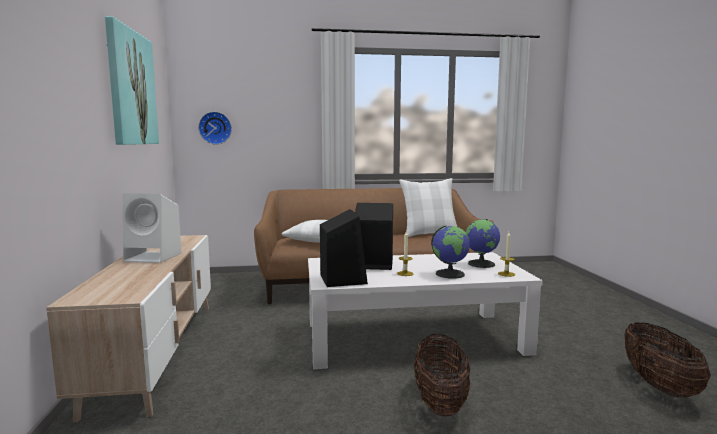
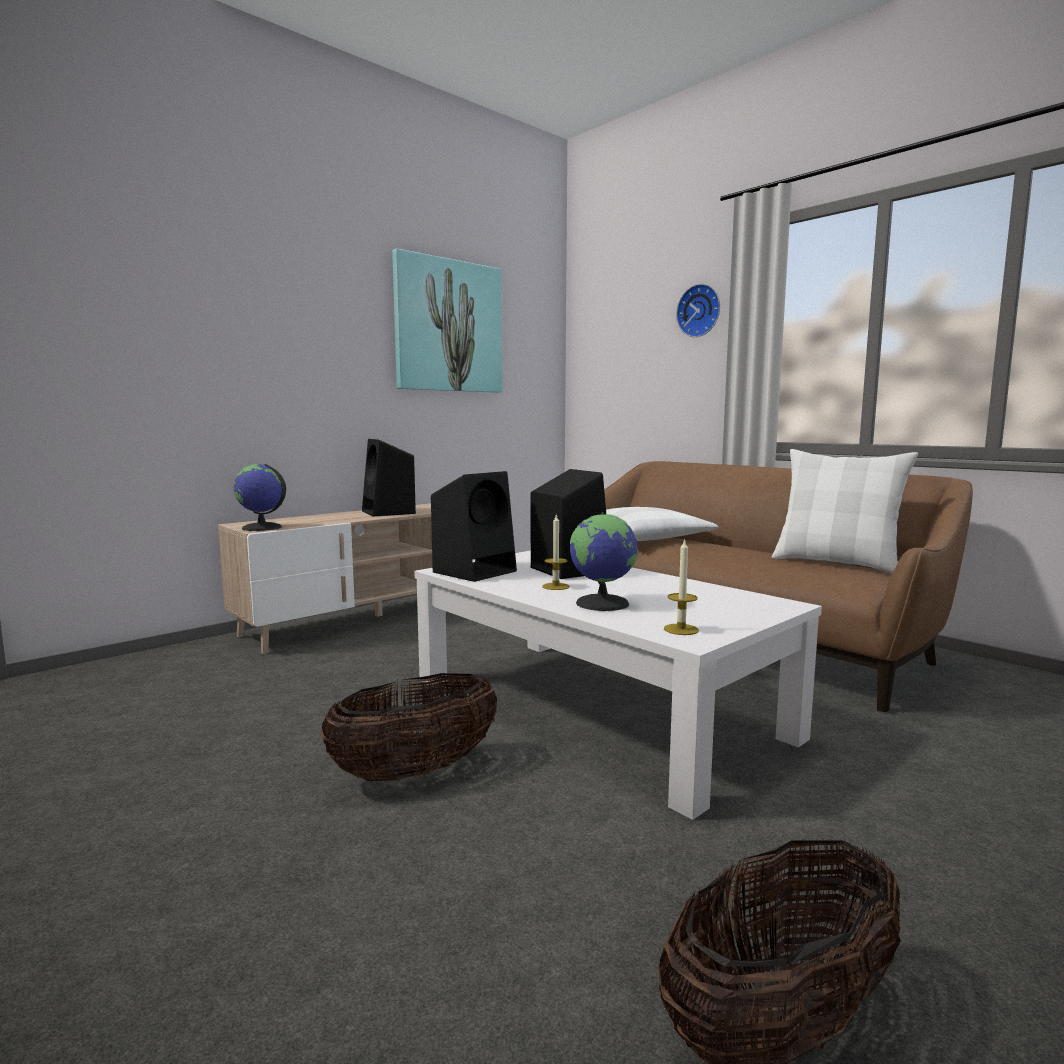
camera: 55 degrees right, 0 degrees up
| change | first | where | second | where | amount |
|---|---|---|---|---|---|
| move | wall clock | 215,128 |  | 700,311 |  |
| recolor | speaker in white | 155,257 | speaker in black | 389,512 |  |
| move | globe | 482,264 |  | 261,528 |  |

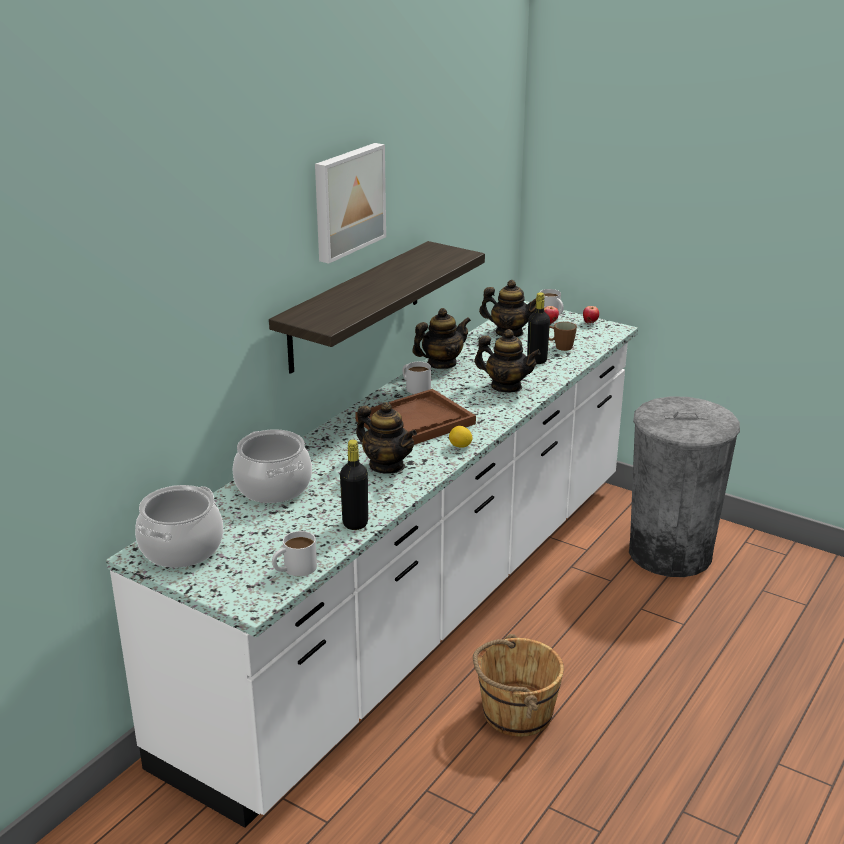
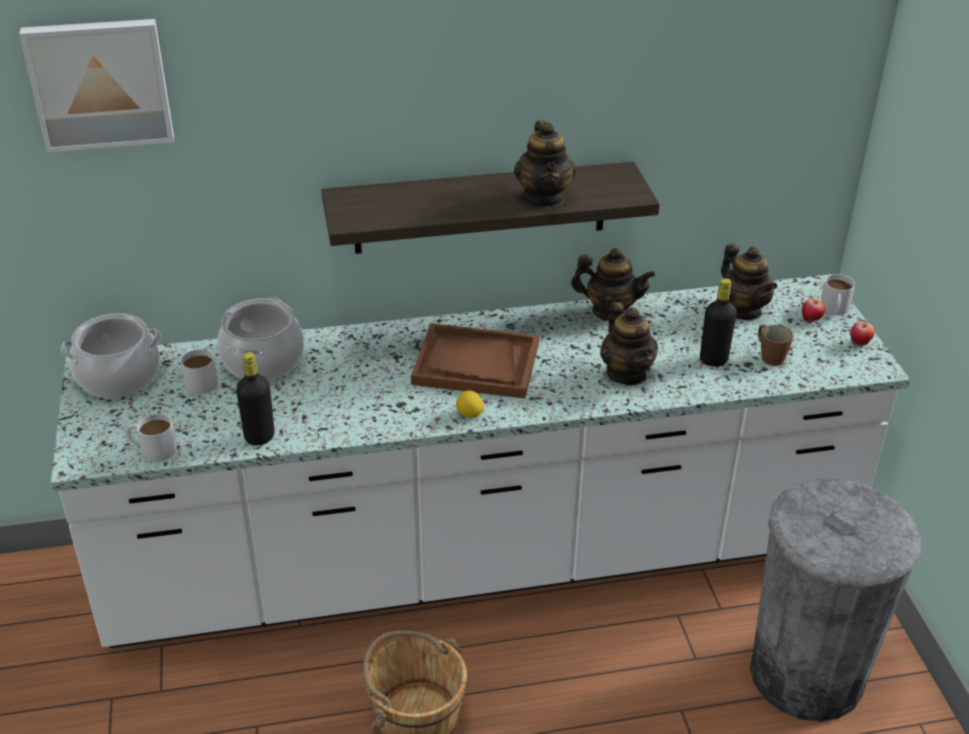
camera: 45 degrees right, 10 degrees up
| change | first | where | second | where | amount |
|---|---|---|---|---|---|
| move | picture | 347,201 |  | 100,83 |  |
| move | mug in white | 415,387 |  | 203,380 |  |
| move | teapot | 387,466 |  | 544,197 |  |

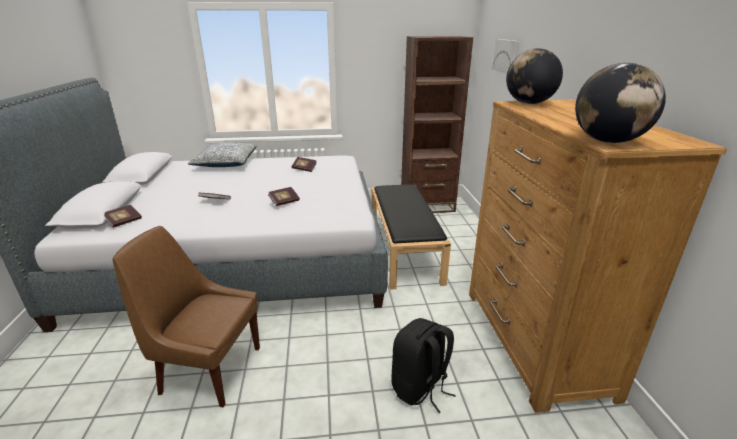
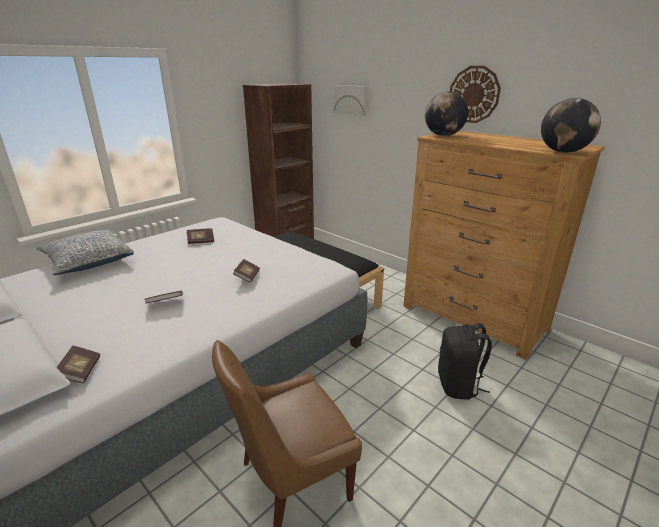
camera: 40 degrees left, 0 degrees up
| change | first | where | second | where | amount |
|---|---|---|---|---|---|
| insert |  |  | wall clock | 474,94 |  |

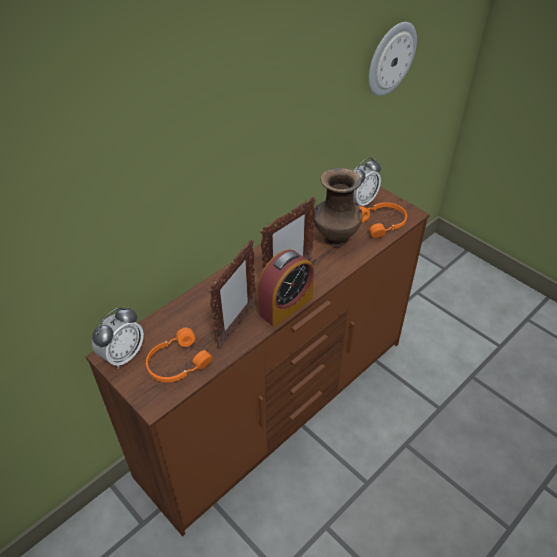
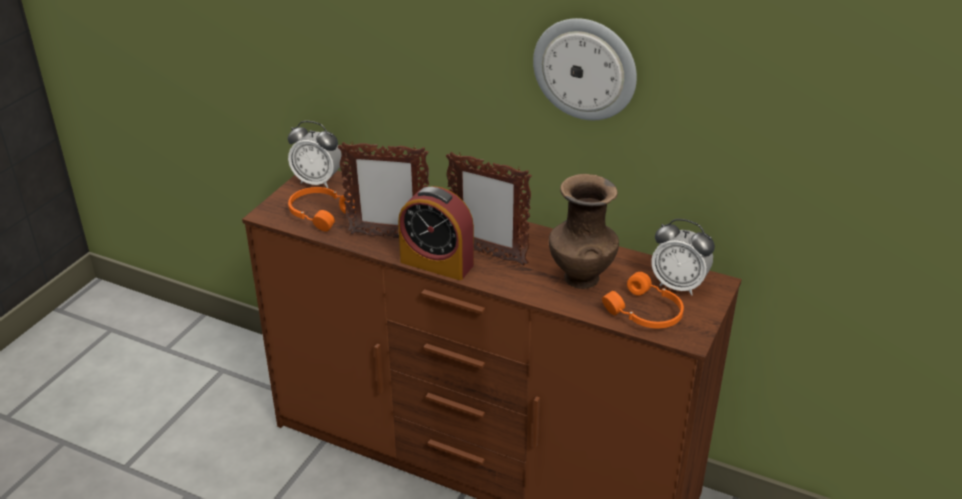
camera: 70 degrees right, 10 degrees down
| change | first | where | second | where | amount |
|---|---|---|---|---|---|
| move | wall clock | 390,59 |  | 585,68 |  |

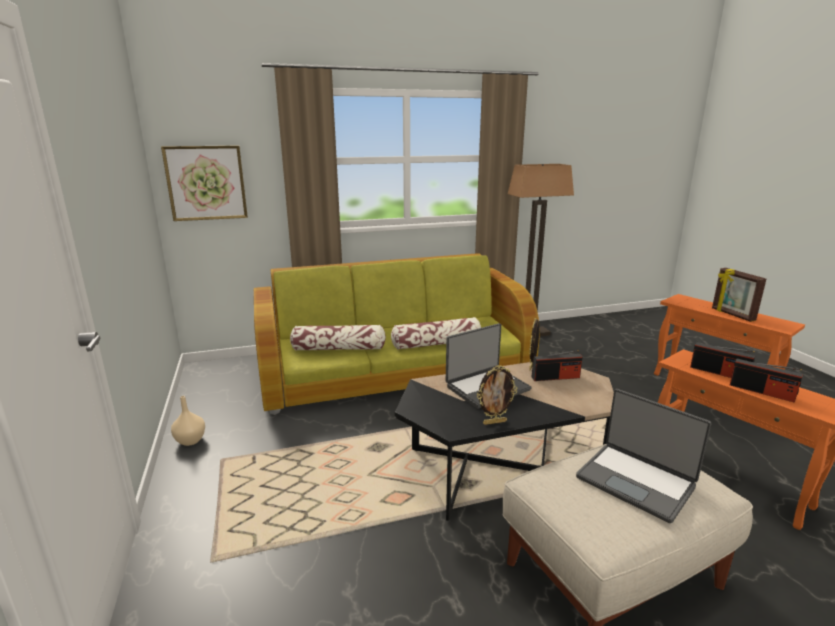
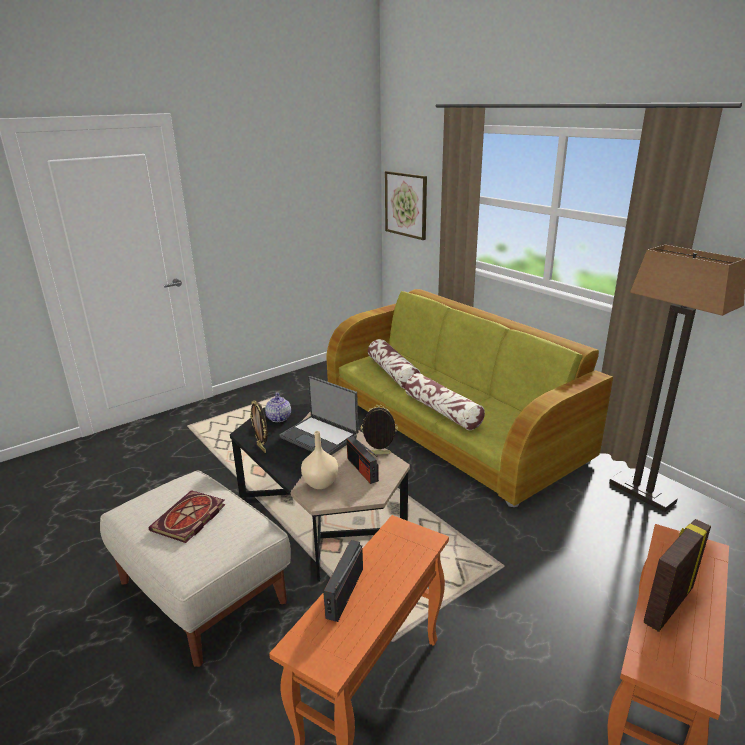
camera: 70 degrees right, 5 degrees up
| change | first | where | second | where | amount |
|---|---|---|---|---|---|
| delete | radio | 719,373 |  |  |  |
| replace | laptop | 636,481 | book | 189,519 |  |
| move | vase in beige | 190,440 |  | 321,483 |  |
| insert |  |  | teapot | 278,418 |  |

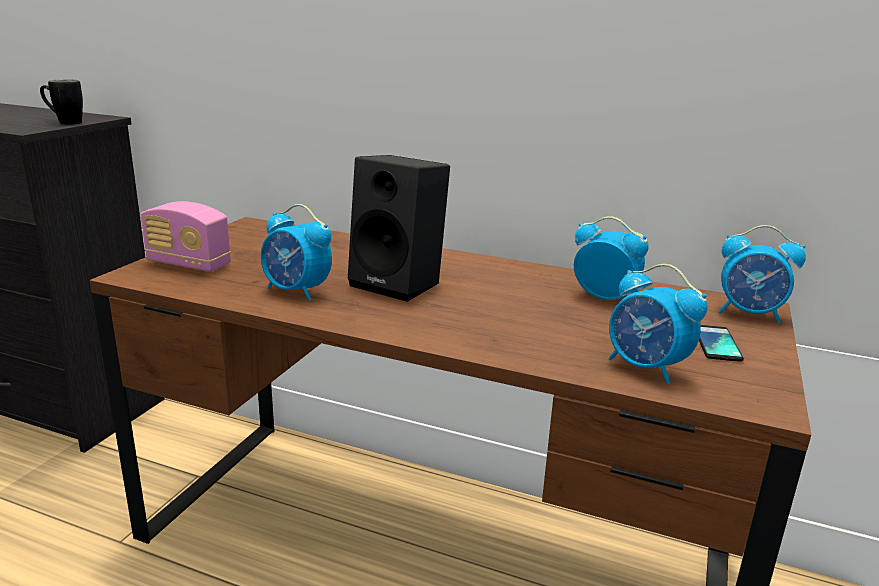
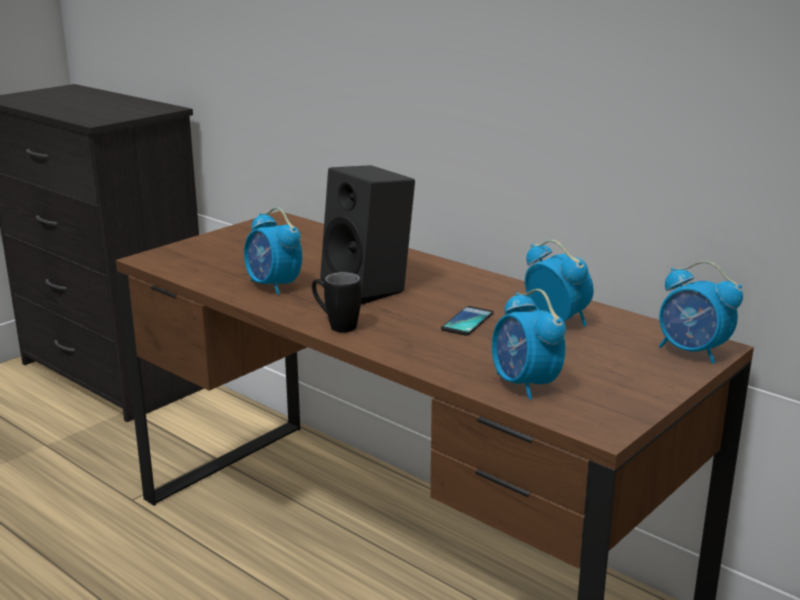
camera: 20 degrees right, 0 degrees up
| change | first | where | second | where | amount |
|---|---|---|---|---|---|
| move | mug in black | 64,122 |  | 336,325 |  |
| delete | radio | 188,264 |  |  |  |
| move | phone | 716,344 |  | 467,322 |  |

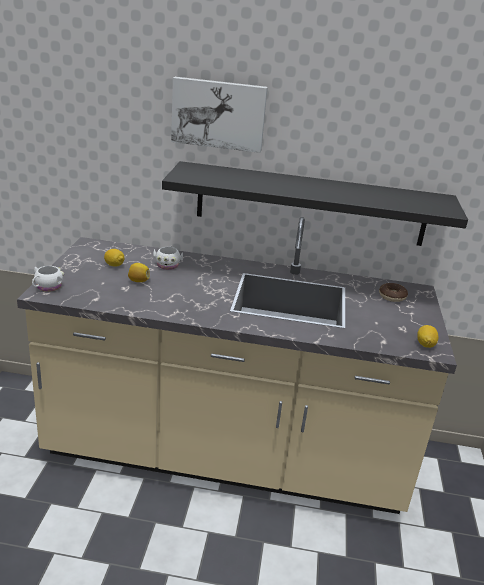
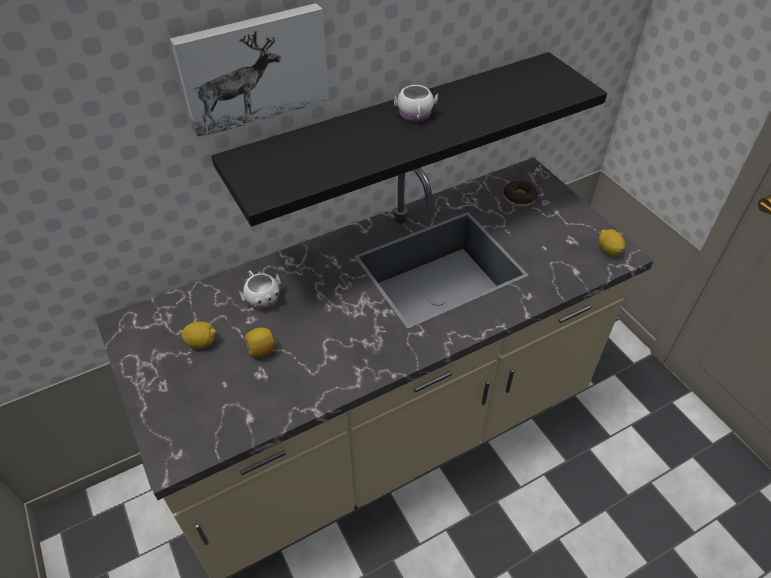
camera: 35 degrees left, 20 degrees up
| change | first | where | second | where | amount |
|---|---|---|---|---|---|
| move | mug in white | 47,287 |  | 415,116 |  |

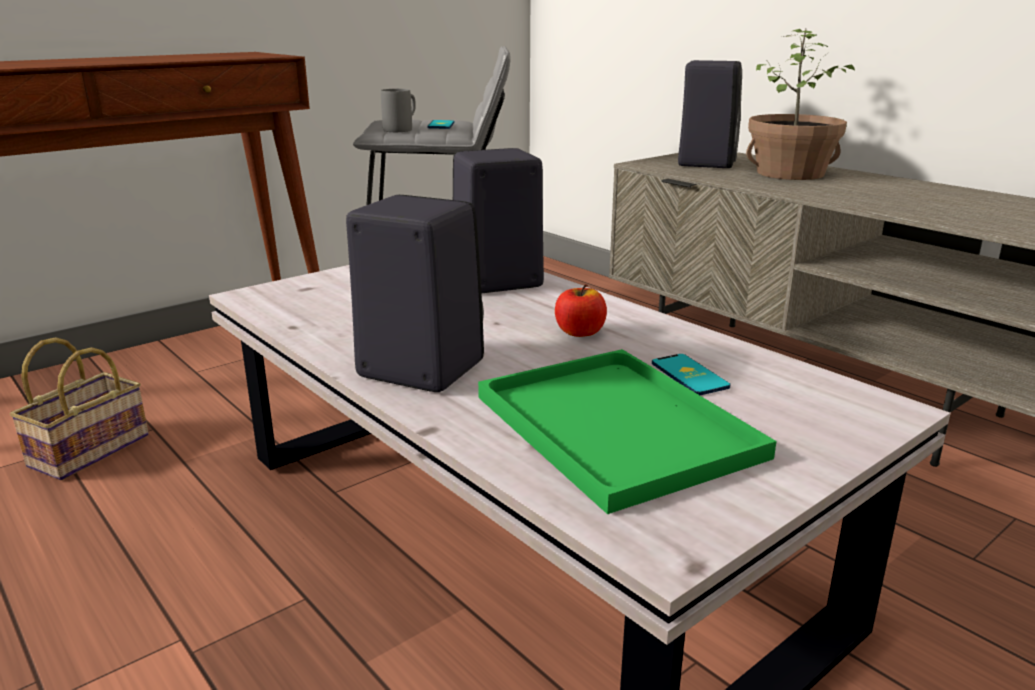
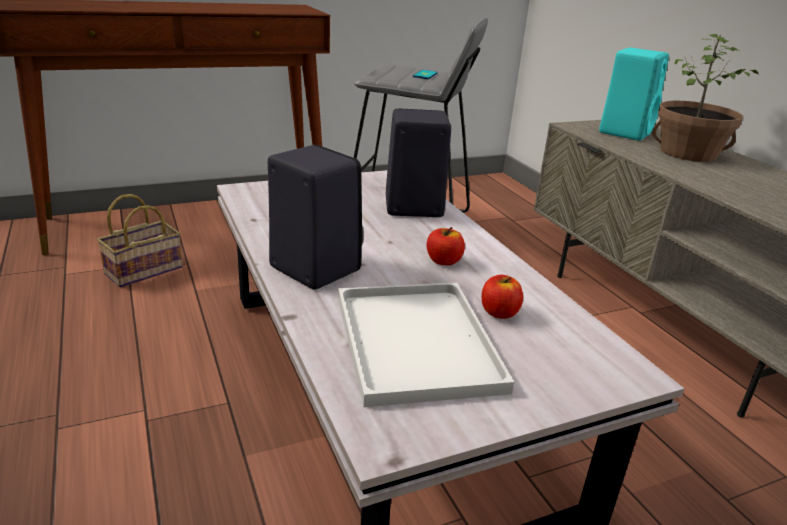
camera: 15 degrees right, 5 degrees up
| change | first | where | second | where | amount |
|---|---|---|---|---|---|
| recolor | speaker in black | 706,162 | speaker in turquoise | 625,132 |  |
| delete | mug in grey | 402,129 |  |  |  |
| recolor | tray in green | 621,427 | tray in white | 419,344 |  |
| replace | phone | 689,375 | apple | 499,312 |  |

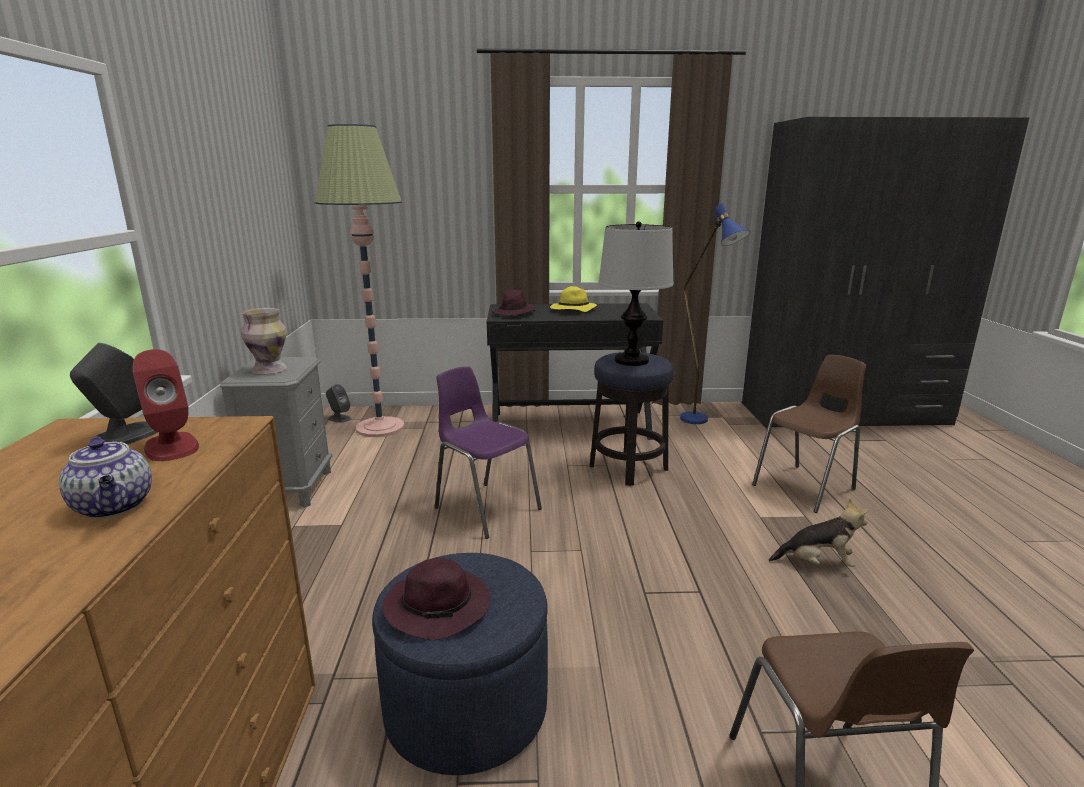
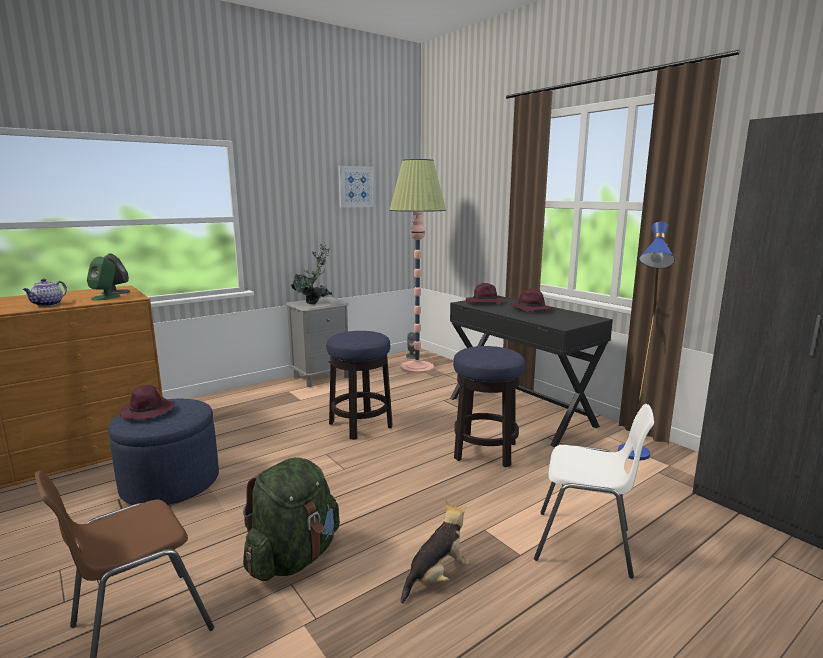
camera: 55 degrees right, 5 degrees down
| change | first | where | second | where | amount |
|---|---|---|---|---|---|
| delete | table lamp | 632,361 |  |  |  |
| recolor | hat in yellow | 572,310 | hat in purple | 530,309 |  |
| replace | vase | 270,370 | potted plant | 314,302 |  |
| recolor | speaker in red | 171,447 | speaker in green | 106,297 |  |
| recolor | chair in brown | 806,487 | chair in white | 585,544 |  |
| replace | chair in purple | 485,508 | stool | 360,425 |  |
| rotate | plush toy | 817,563 |  | 436,577 | 105 degrees counterclockwise |
| insert |  |  | picture | 356,186 |  |
| insert |  |  | backpack in green | 294,557 |  |

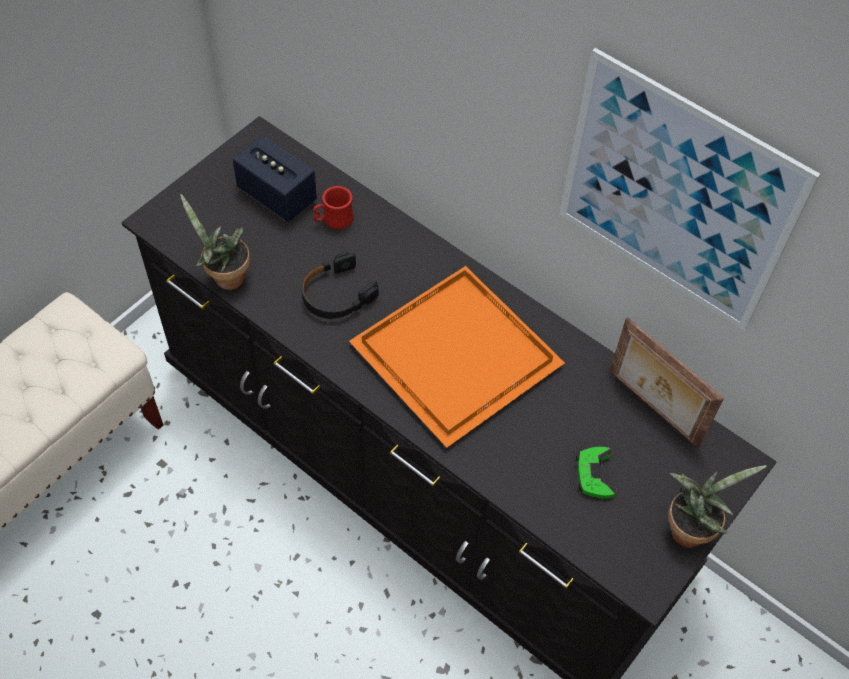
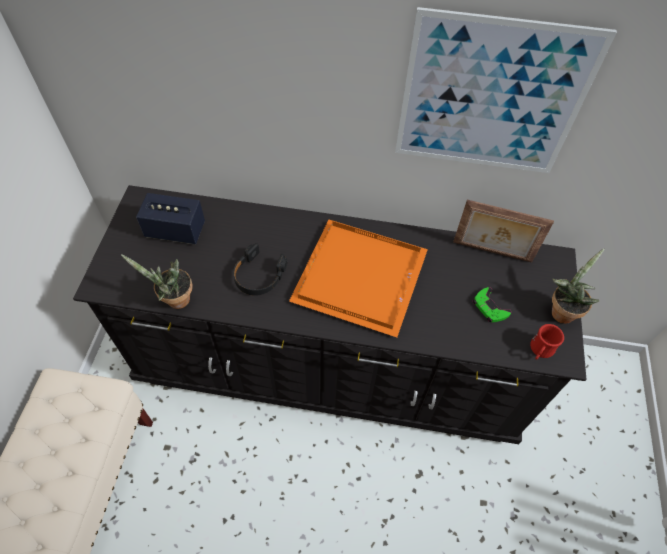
camera: 30 degrees left, 0 degrees up
| change | first | where | second | where | amount |
|---|---|---|---|---|---|
| move | mug in red | 333,220 |  | 540,350 |  |

